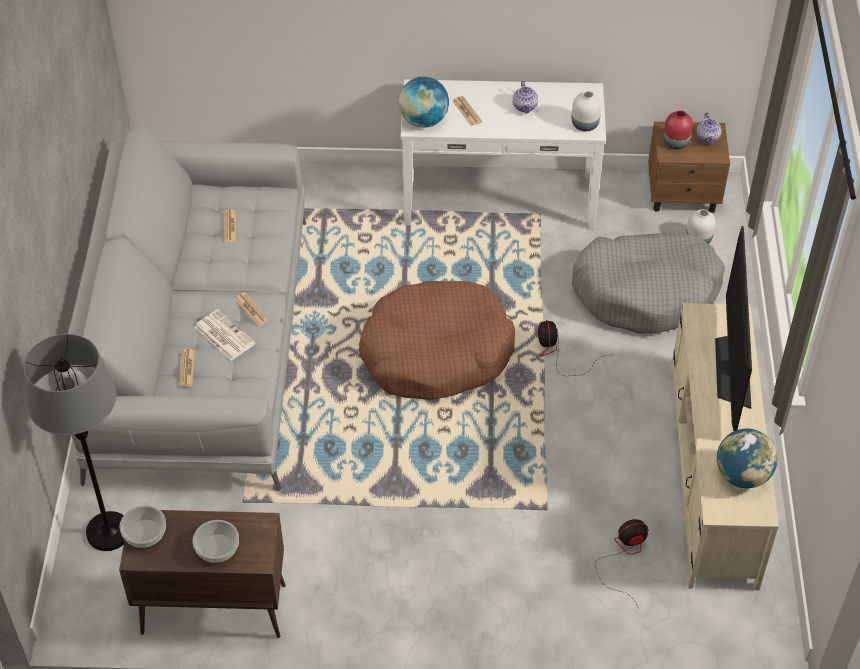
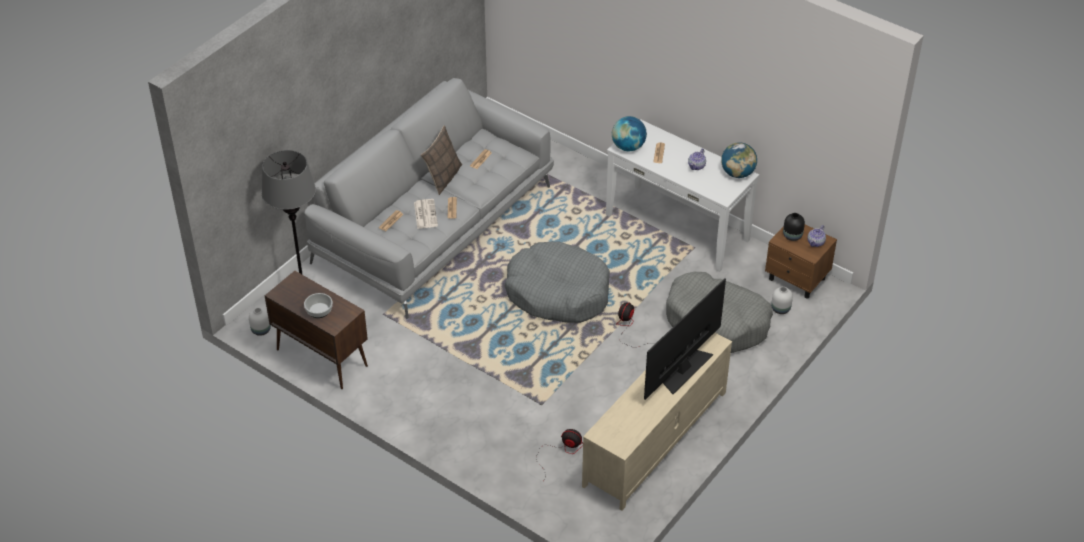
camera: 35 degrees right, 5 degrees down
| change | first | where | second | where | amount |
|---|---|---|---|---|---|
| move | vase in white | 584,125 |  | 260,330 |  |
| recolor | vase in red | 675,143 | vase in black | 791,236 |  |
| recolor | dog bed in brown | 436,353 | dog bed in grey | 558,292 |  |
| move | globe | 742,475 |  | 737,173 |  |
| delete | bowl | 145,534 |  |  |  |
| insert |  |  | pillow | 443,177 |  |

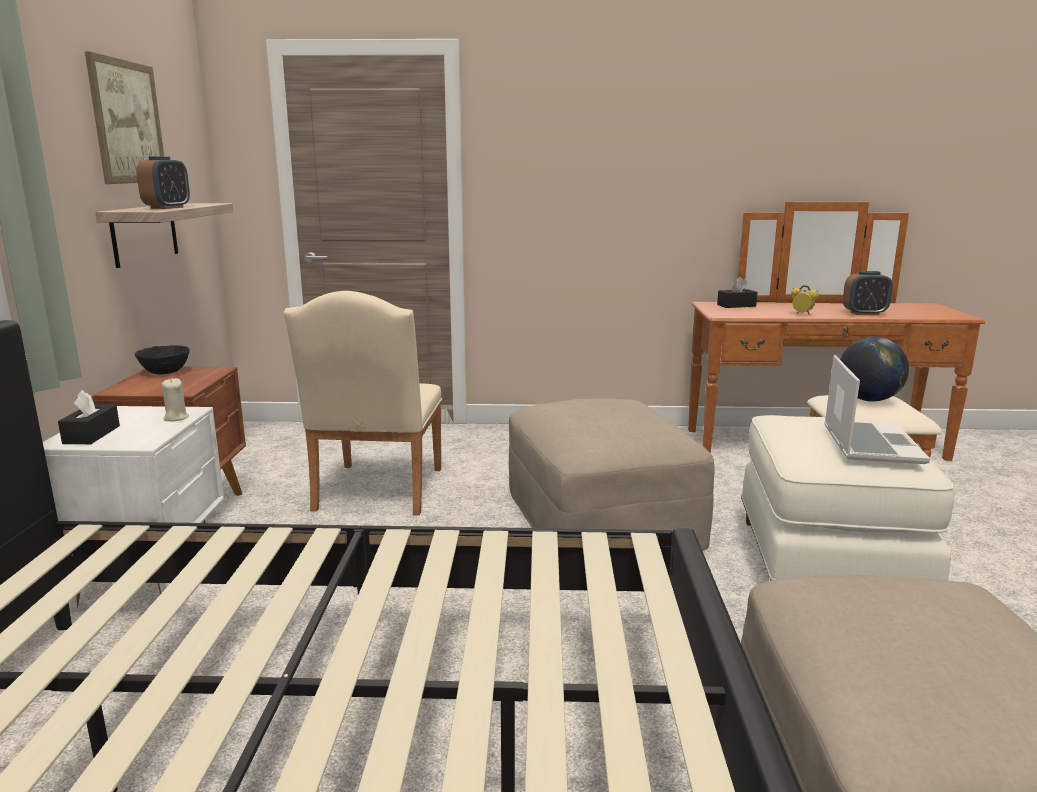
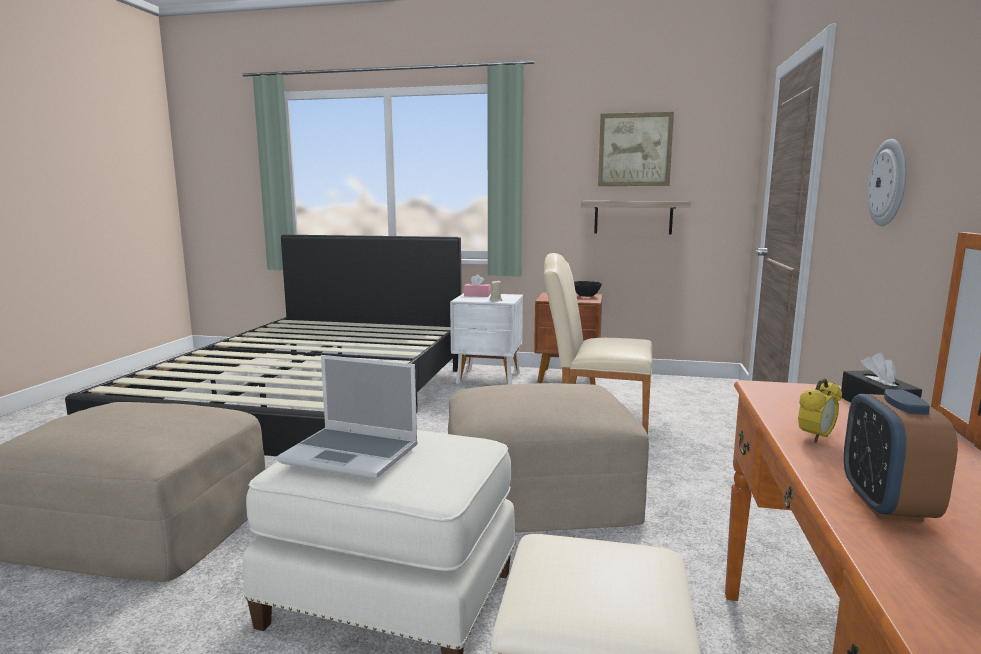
camera: 100 degrees right, 5 degrees down
| change | first | where | second | where | amount |
|---|---|---|---|---|---|
| delete | alarm clock | 167,208 |  |  |  |
| delete | globe | 868,400 |  |  |  |
| recolor | tissue box in black | 92,435 | tissue box in pink | 477,295 |  |
| insert |  |  | wall clock | 889,183 |  |

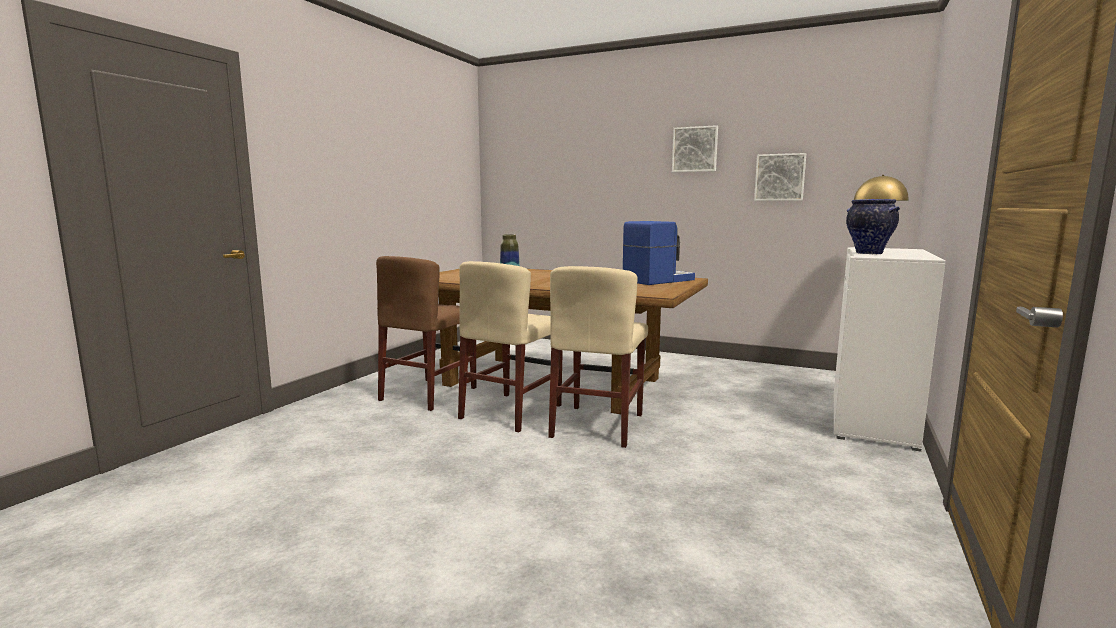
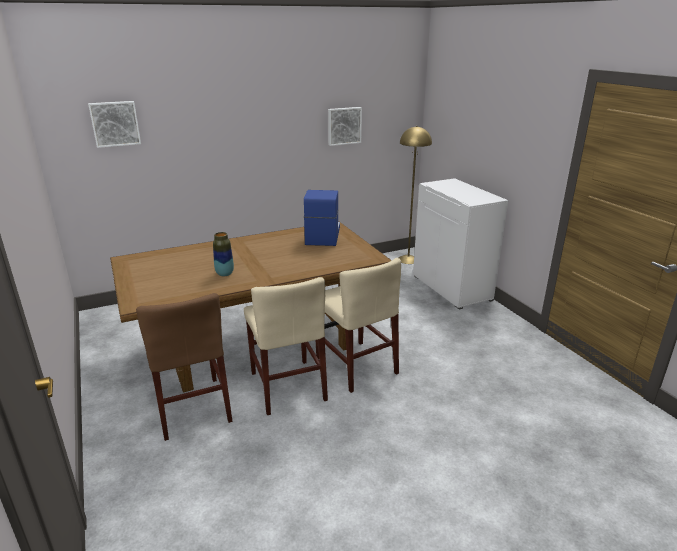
camera: 50 degrees left, 15 degrees up
| change | first | where | second | where | amount |
|---|---|---|---|---|---|
| move | picture | 695,149 |  | 115,123 |  |
| delete | vase | 868,253 |  |  |  |

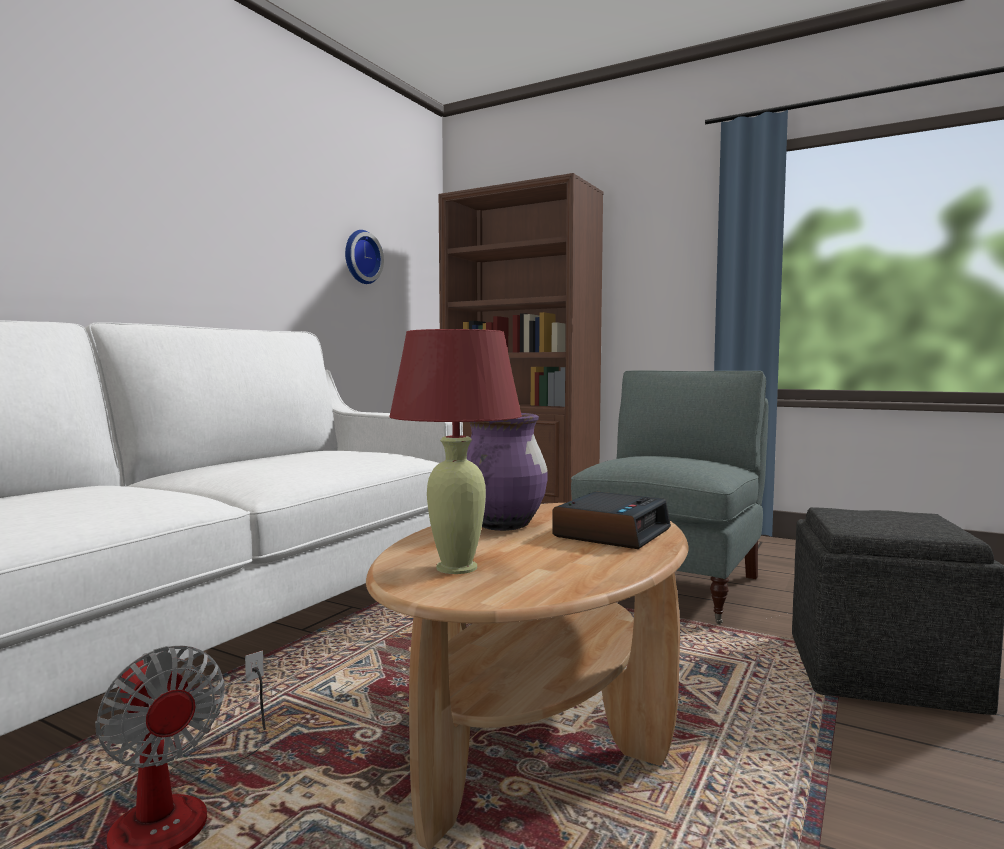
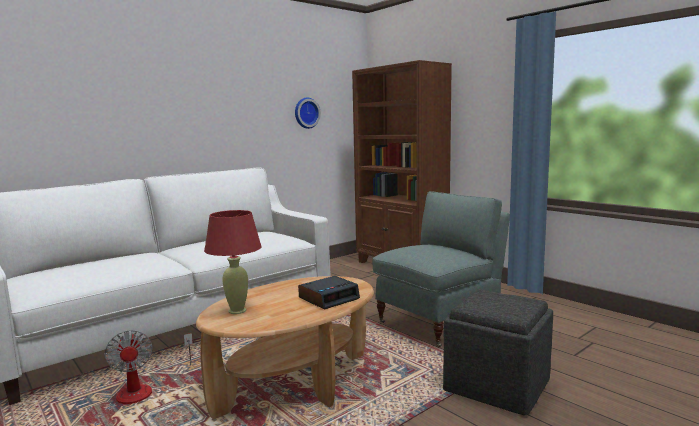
camera: 20 degrees right, 5 degrees up
| change | first | where | second | where | amount |
|---|---|---|---|---|---|
| delete | vase in purple | 503,525 |  |  |  |

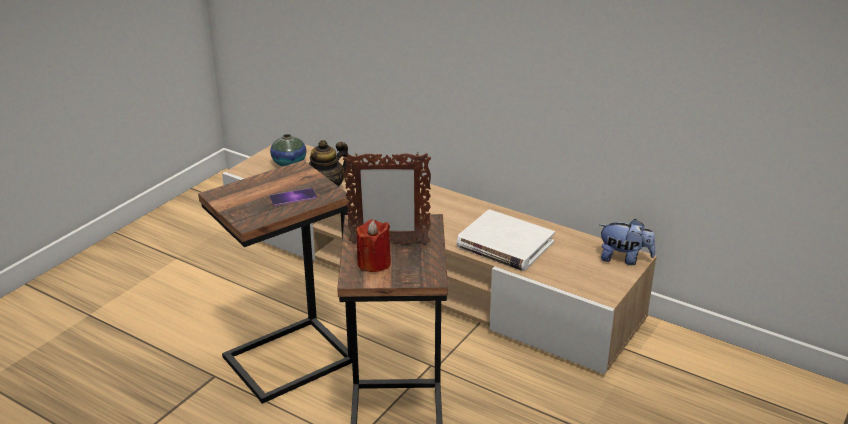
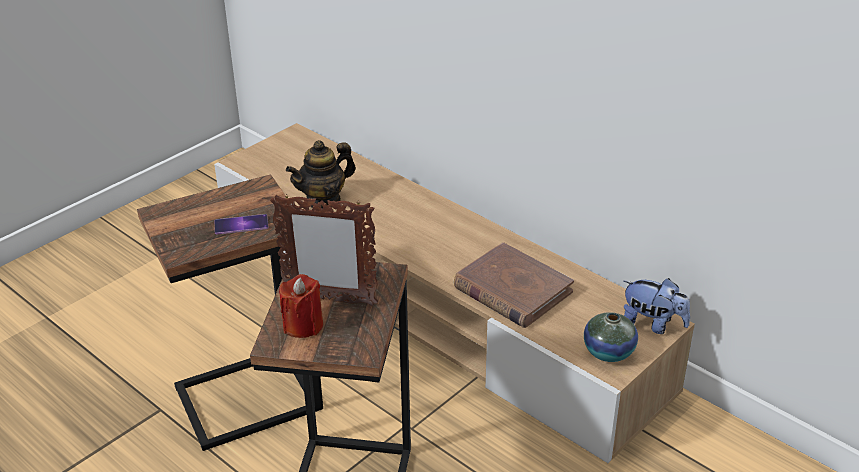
camera: 10 degrees right, 5 degrees up
| change | first | where | second | where | amount |
|---|---|---|---|---|---|
| move | vase | 289,163 |  | 608,352 |  |
| recolor | book in white | 504,245 | book in brown | 512,290 |  |

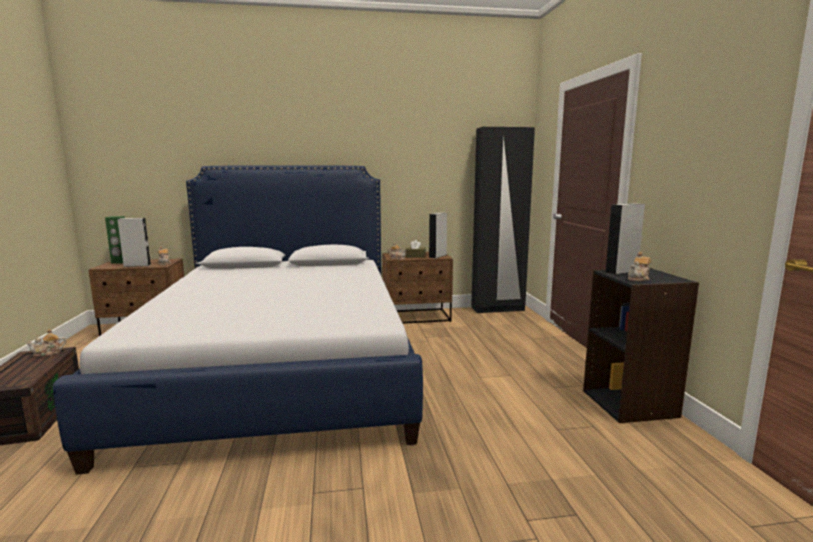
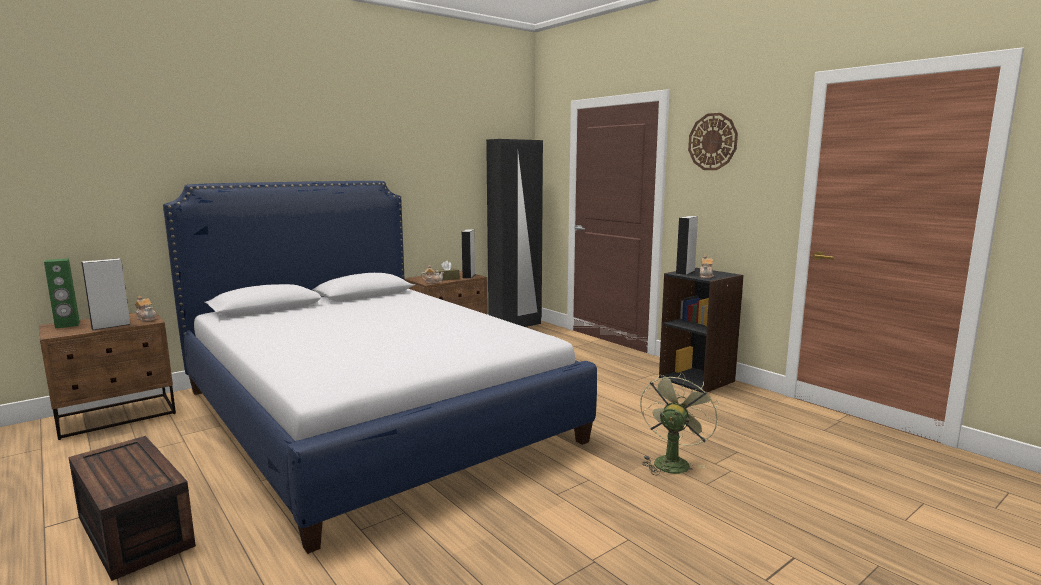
camera: 30 degrees left, 0 degrees up
| change | first | where | second | where | amount |
|---|---|---|---|---|---|
| delete | teapot | 48,353 |  |  |  |
| insert |  |  | wall clock | 712,142 |  |
| insert |  |  | fan in green | 672,461 |  |

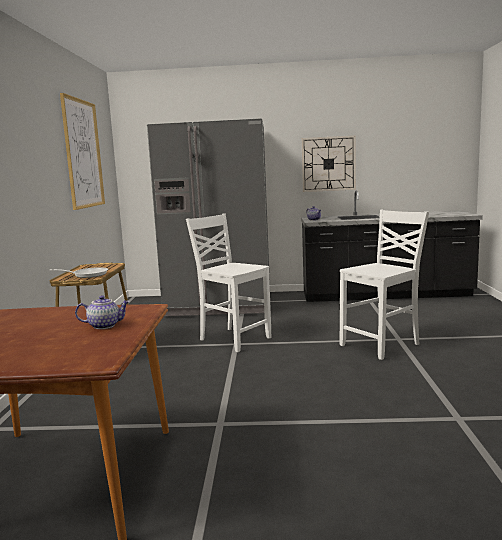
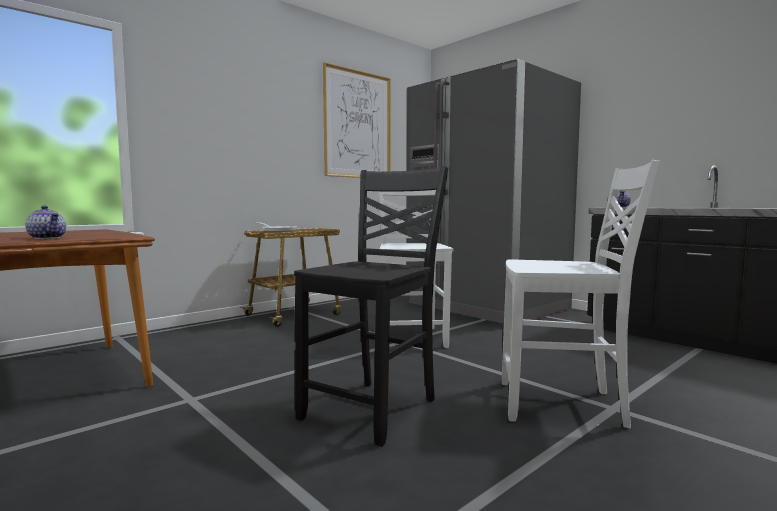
camera: 45 degrees right, 5 degrees down
| change | first | where | second | where | amount |
|---|---|---|---|---|---|
| delete | wall clock | 328,164 |  |  |  |
| insert |  |  | chair in black | 373,409 |  |

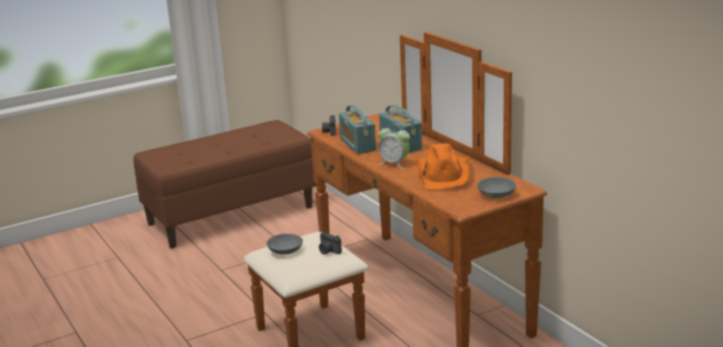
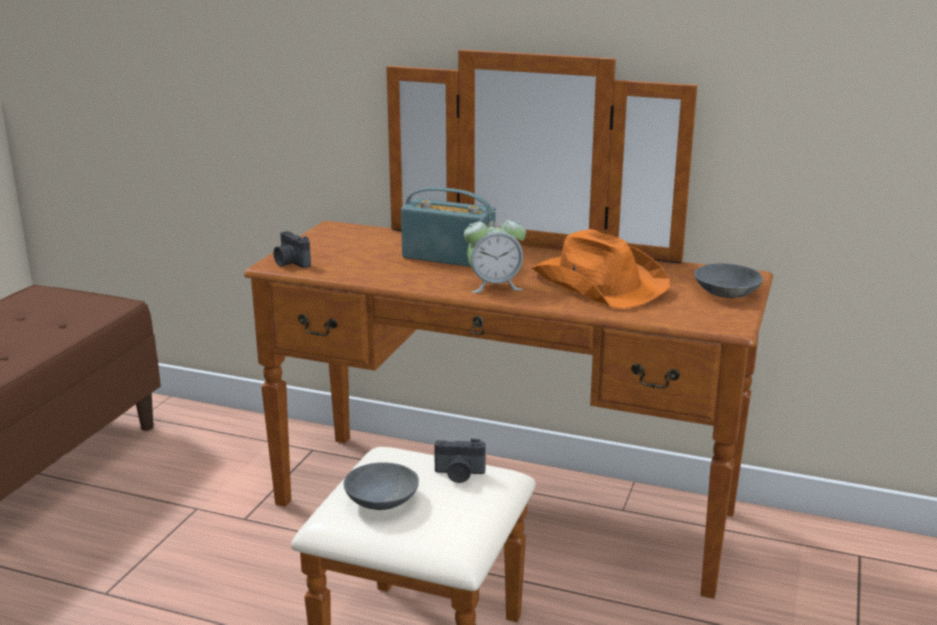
camera: 40 degrees left, 0 degrees up
| change | first | where | second | where | amount |
|---|---|---|---|---|---|
| delete | radio | 357,145 |  |  |  |

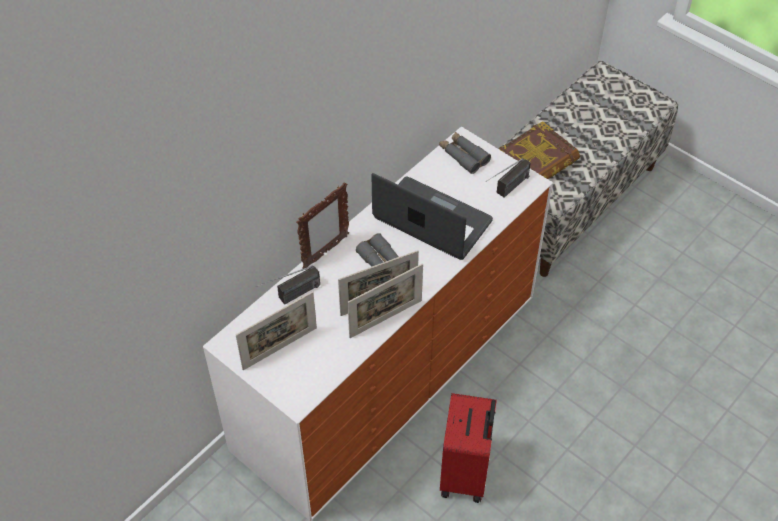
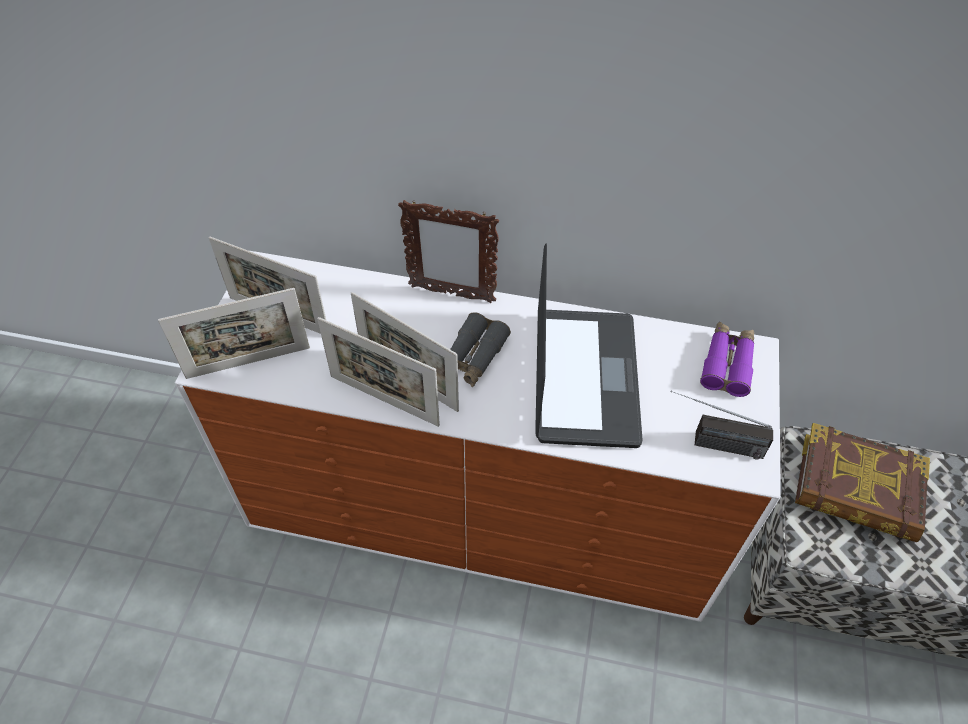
camera: 60 degrees right, 0 degrees up
| change | first | where | second | where | amount |
|---|---|---|---|---|---|
| recolor | binoculars in grey | 463,156 | binoculars in purple | 727,364 |  |
| delete | radio | 290,297 |  |  |  |
| delete | suitcase in red | 466,473 |  |  |  |
| insert |  |  | picture frame | 248,362 |  |

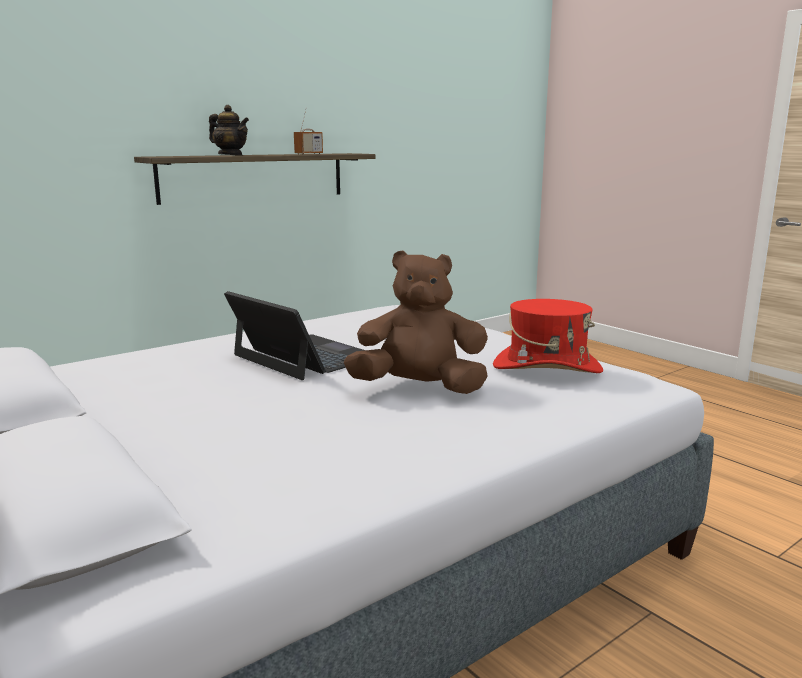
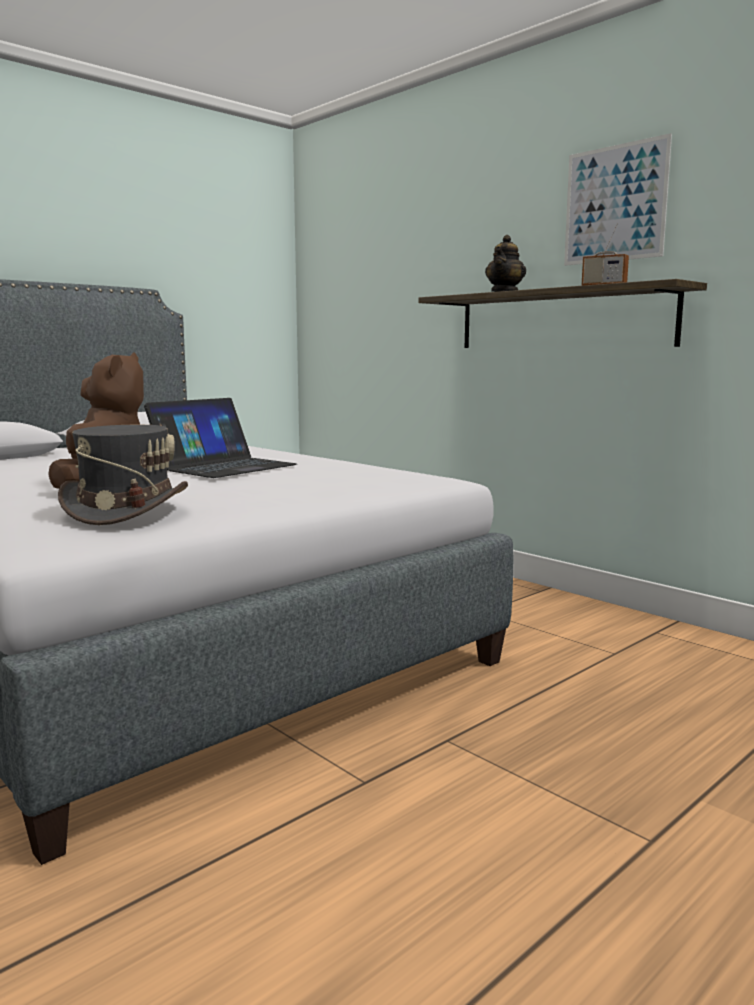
camera: 85 degrees right, 5 degrees down
| change | first | where | second | where | amount |
|---|---|---|---|---|---|
| recolor | hat in red | 547,367 | hat in grey | 126,510 |  |
| insert |  |  | picture | 615,203 |  |

